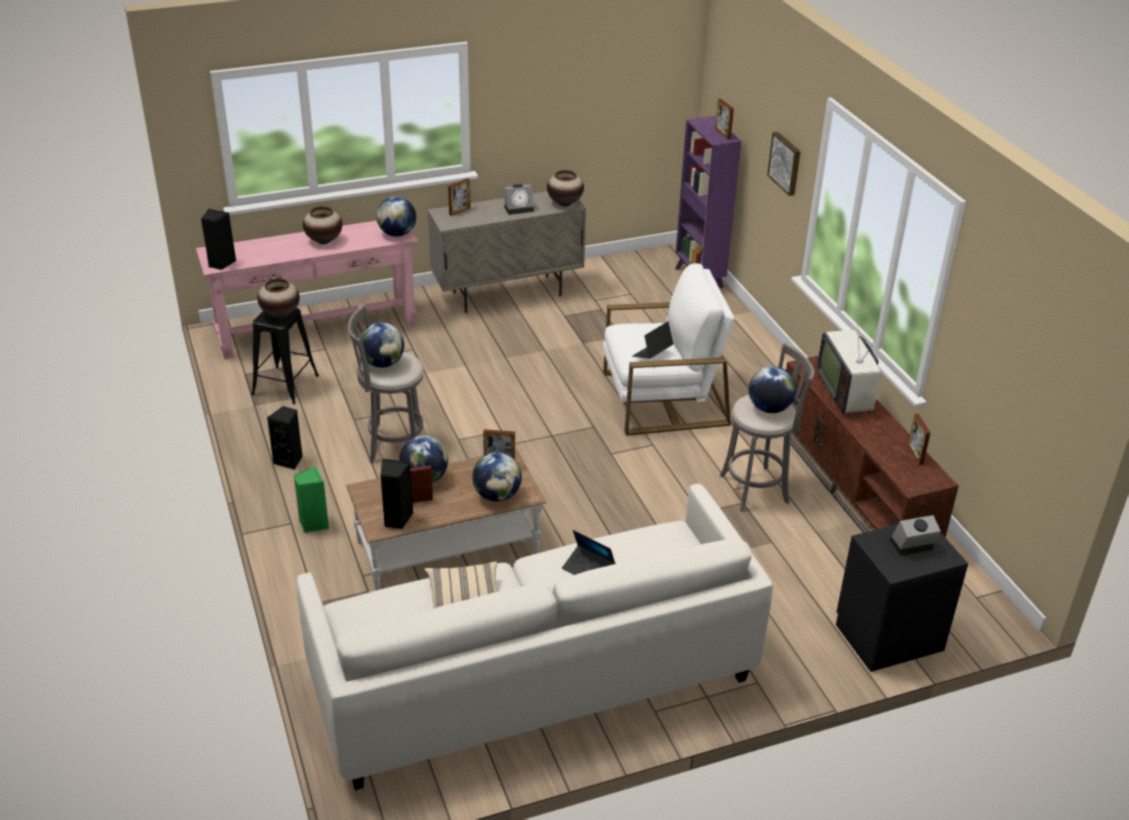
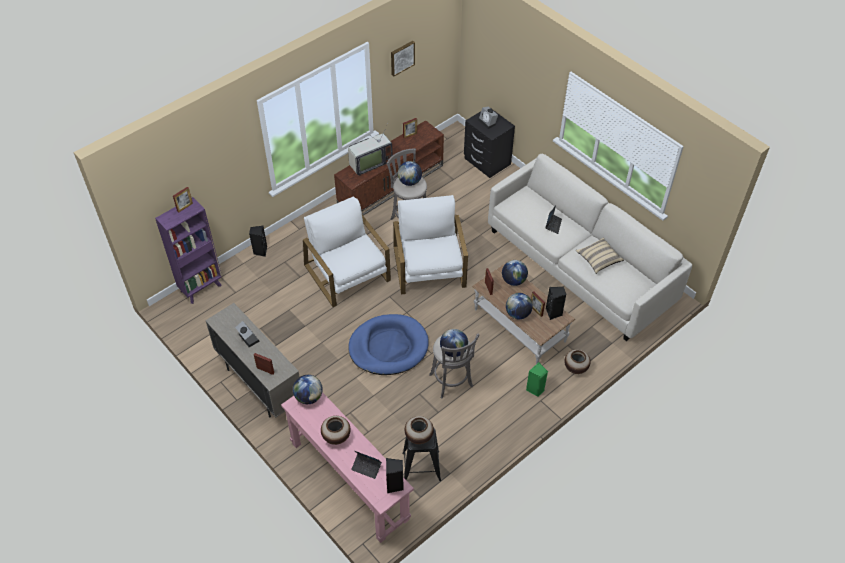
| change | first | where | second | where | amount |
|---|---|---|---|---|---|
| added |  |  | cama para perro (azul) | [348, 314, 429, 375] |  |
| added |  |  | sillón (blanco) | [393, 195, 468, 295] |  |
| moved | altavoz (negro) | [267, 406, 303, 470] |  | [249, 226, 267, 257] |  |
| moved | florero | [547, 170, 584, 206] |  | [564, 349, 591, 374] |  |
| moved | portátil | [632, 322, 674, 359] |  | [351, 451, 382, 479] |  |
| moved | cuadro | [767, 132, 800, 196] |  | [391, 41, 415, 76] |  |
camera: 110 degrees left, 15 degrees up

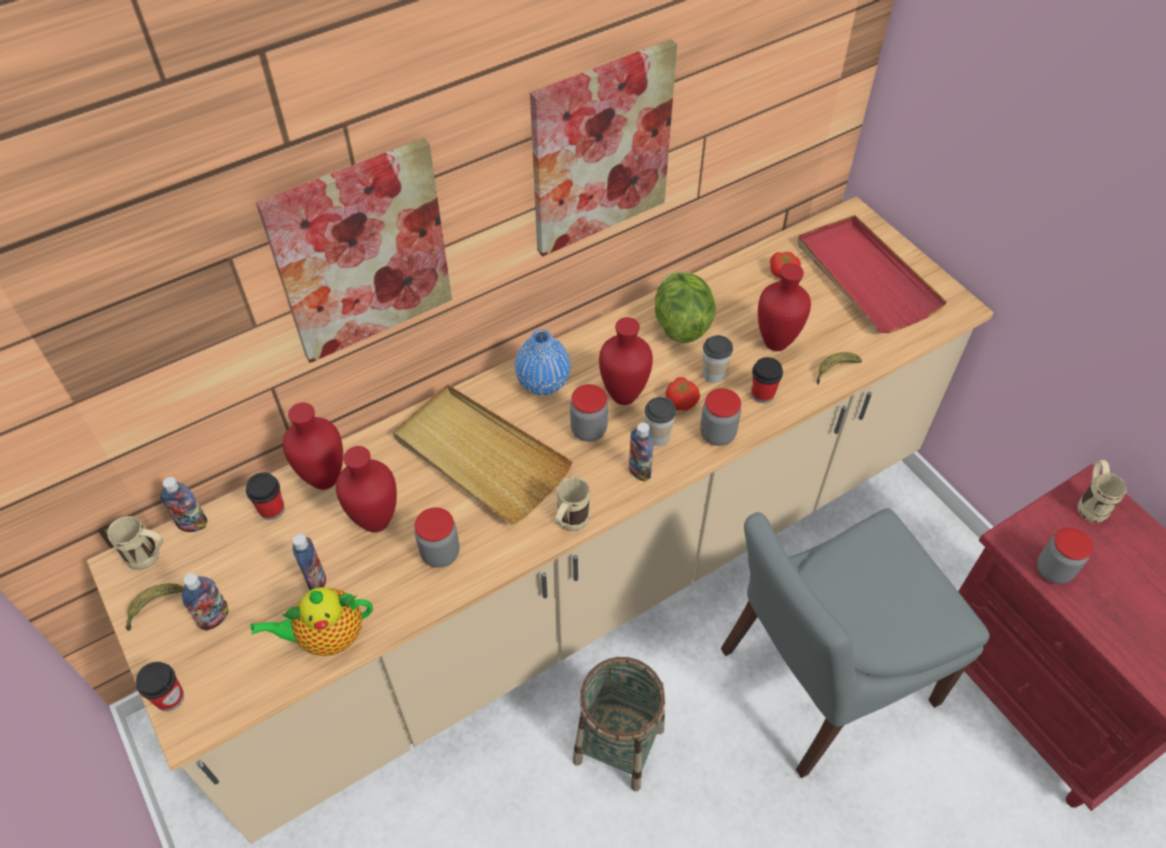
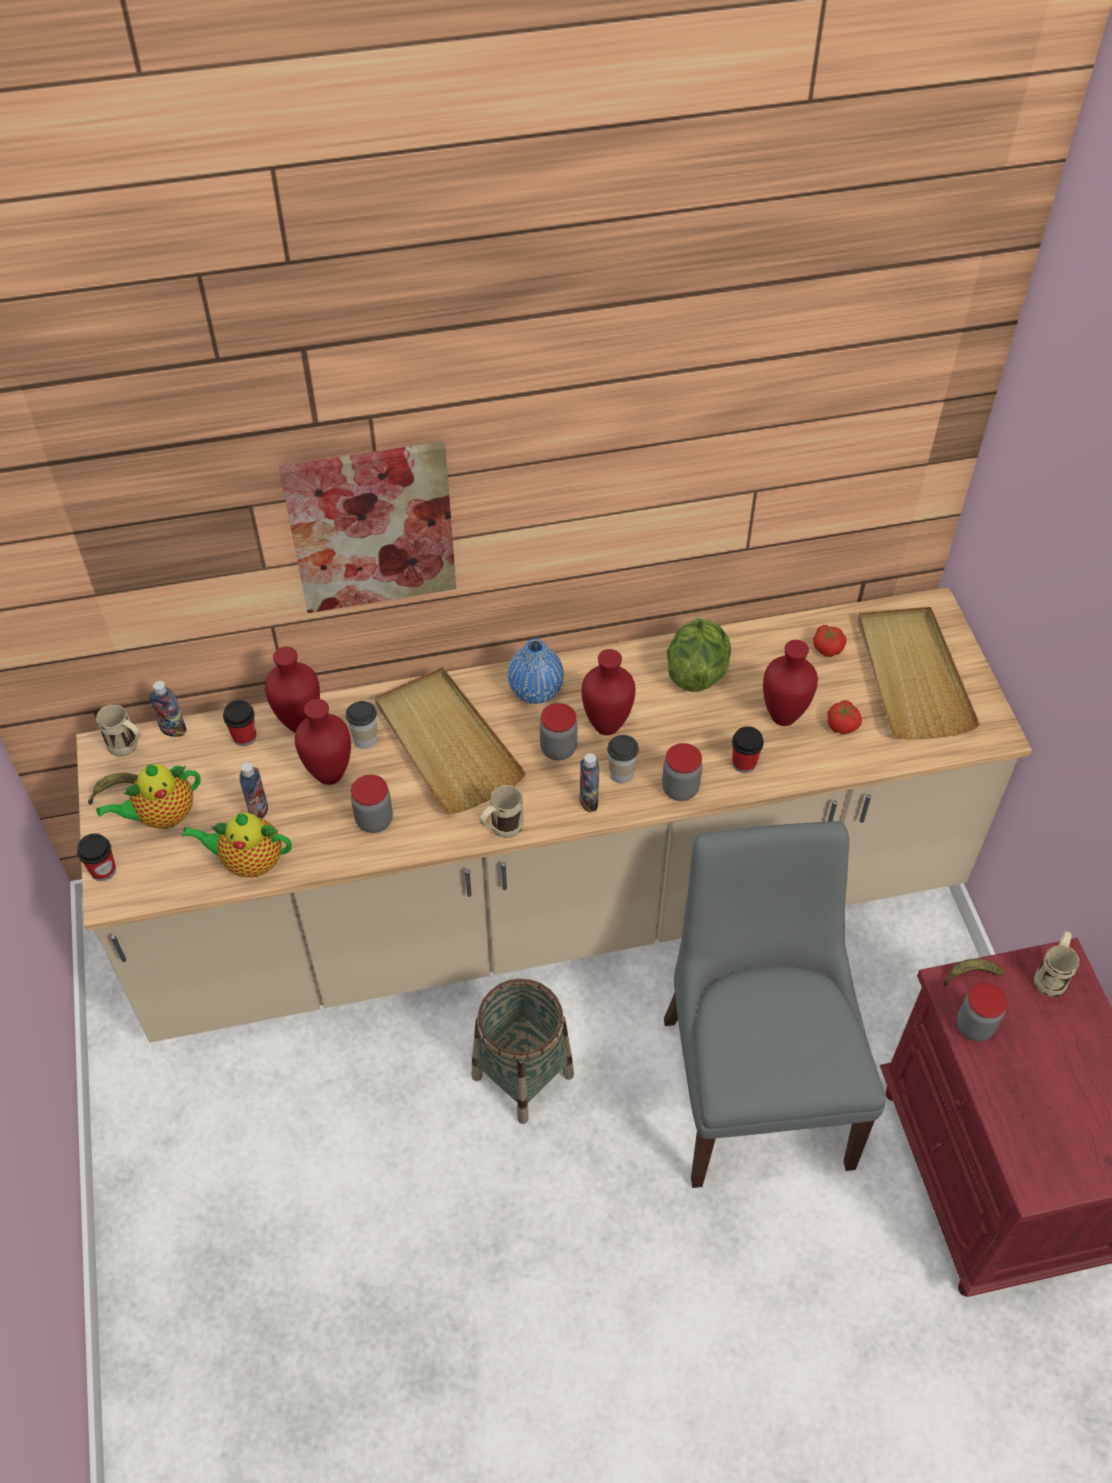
| change | first | where | second | where | amount |
|---|---|---|---|---|---|
| removed | cuadro | [530, 39, 677, 257] |  |  |  |
| moved | tomate | [666, 377, 700, 411] |  | [827, 700, 862, 734] |  |
| moved | taza | [703, 335, 733, 383] |  | [346, 701, 377, 749] |  |
| moved | plátano | [817, 352, 862, 385] |  | [944, 959, 1004, 986] |  |
| replaced | botella | [182, 573, 229, 631] | tetera | [96, 764, 201, 829] |  |
| recoloured | bandeja (rojo) | [797, 215, 947, 333] | bandeja (beis) | [858, 607, 980, 740] |  |
| turned | silla (gris) | [721, 508, 990, 778] |  | [664, 821, 886, 1188] | 90 degrees clockwise |
camera: 20 degrees right, 0 degrees up

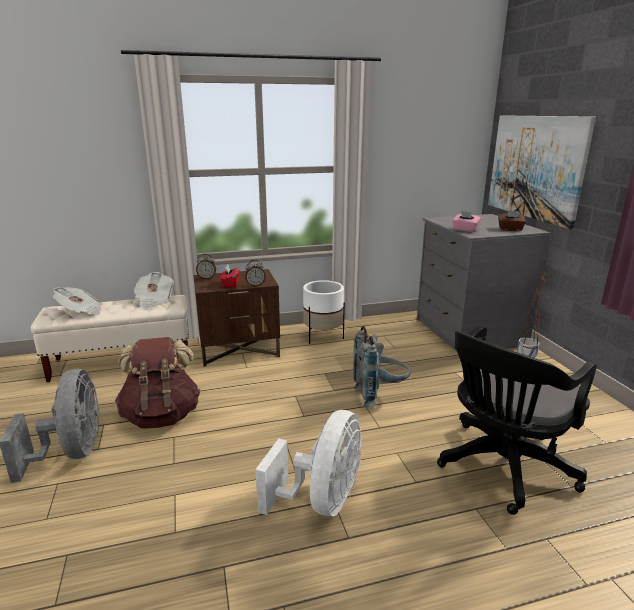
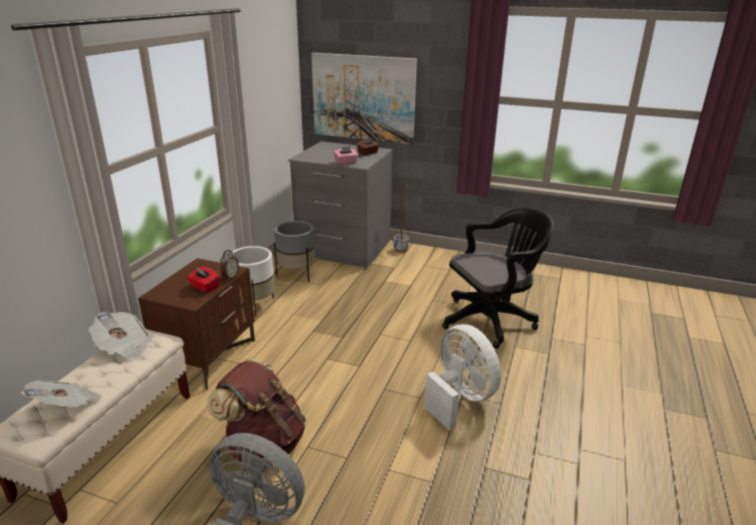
| change | first | where | second | where | amount |
|---|---|---|---|---|---|
| removed | despertador | [196, 254, 216, 279] |  |  |  |
| removed | mochila (gris) | [353, 326, 411, 407] |  |  |  |
| added |  |  | maceta (gris) | [274, 221, 315, 282] |  |
| turned | silla de oficina (negro) | [437, 325, 597, 515] |  | [442, 208, 553, 349] | 105 degrees counterclockwise |
camera: 55 degrees left, 5 degrees up

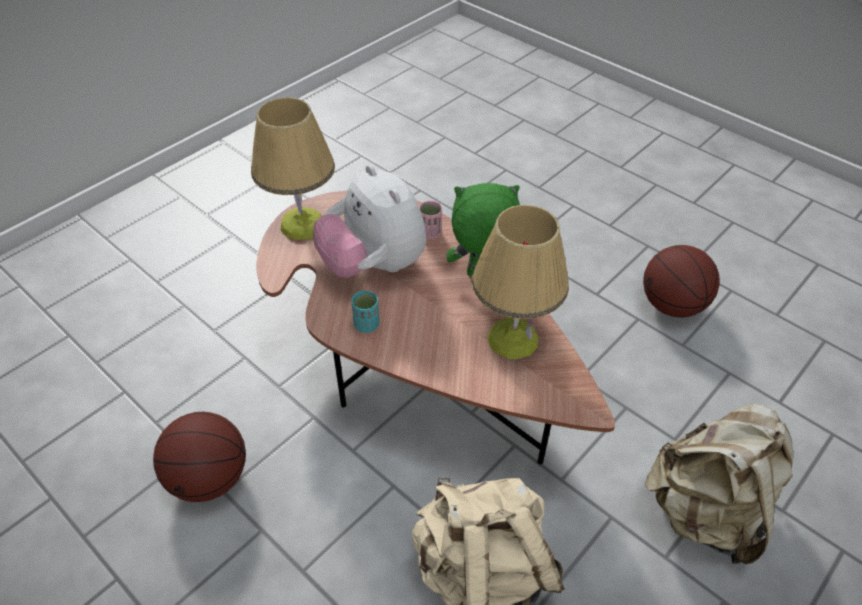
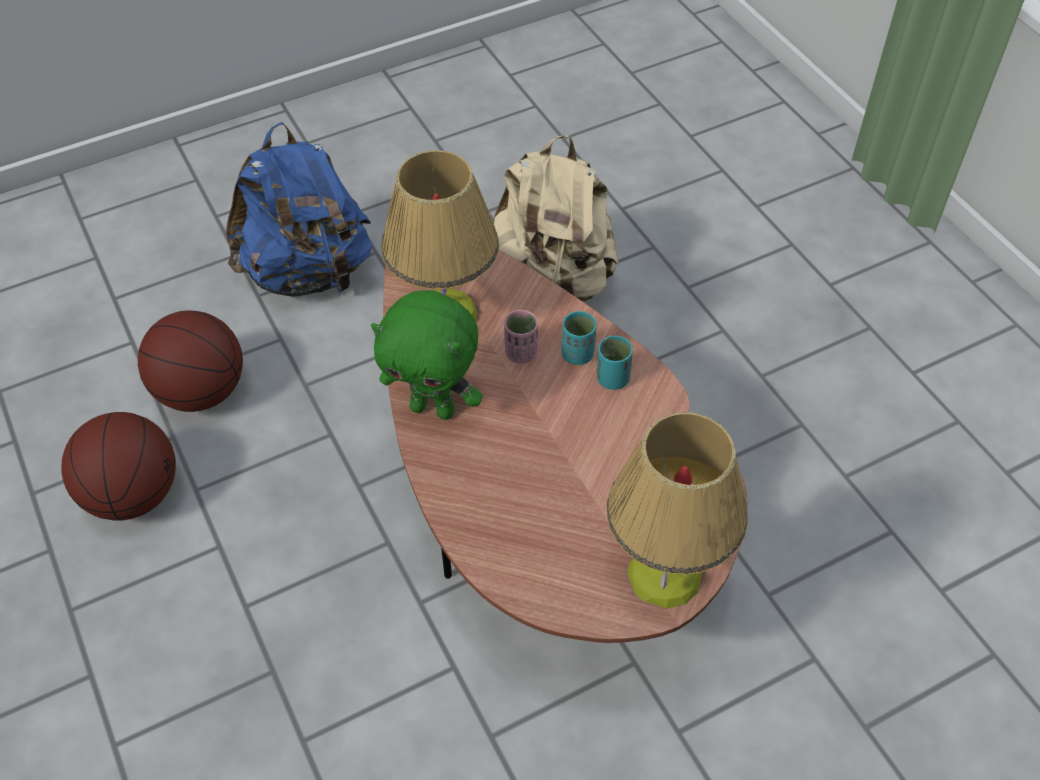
| change | first | where | second | where | amount |
|---|---|---|---|---|---|
| removed | peluche | [313, 165, 426, 278] |  |  |  |
| added |  |  | taza (turquesa) | [561, 311, 597, 365] |  |
| moved | balón de baloncesto | [153, 412, 246, 502] |  | [138, 311, 243, 412] |  |
| moved | taza (rosa) | [419, 201, 442, 239] |  | [504, 310, 538, 363] |  |
| recoloured | mochila (beis) | [645, 404, 793, 564] | mochila (azul) | [226, 122, 372, 297] |  |
camera: 160 degrees left, 5 degrees up

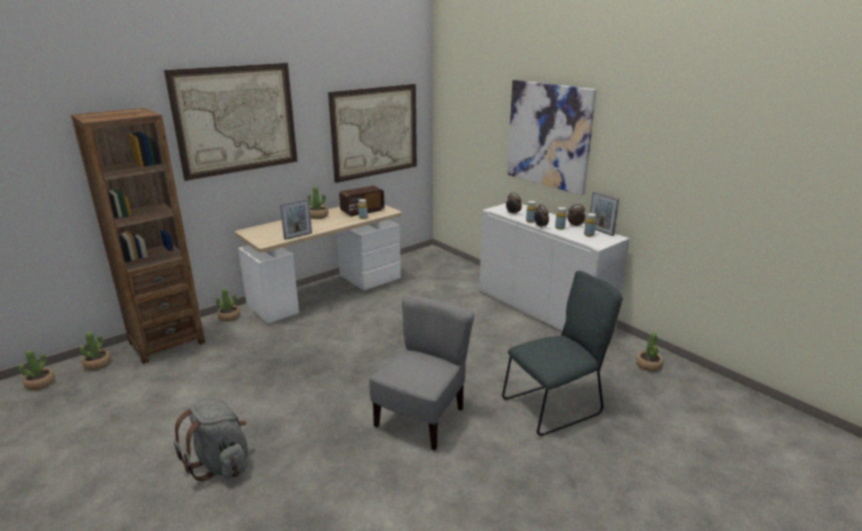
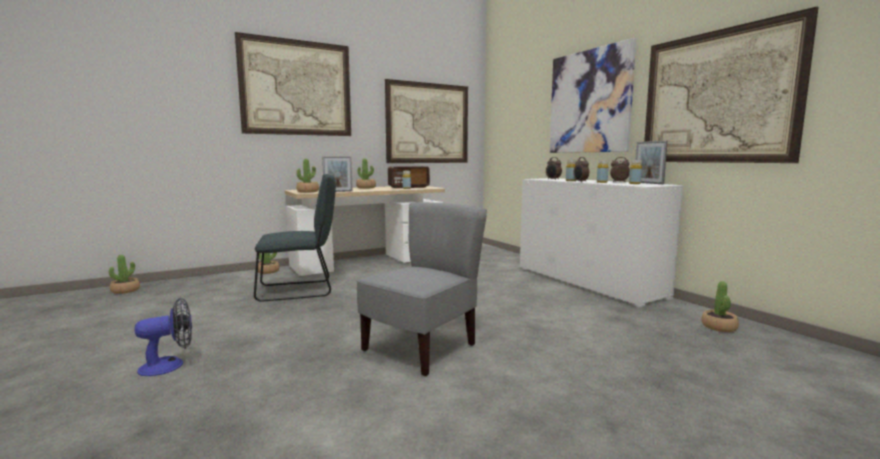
| change | first | where | second | where | amount |
|---|---|---|---|---|---|
| removed | estantería (marrón) | [71, 108, 205, 364] |  |  |  |
| added |  |  | cuadro | [644, 7, 819, 163] |  |
| moved | planta en maceta | [19, 350, 55, 390] |  | [296, 159, 319, 193] |  |
| moved | silla (gris) | [502, 271, 623, 436] |  | [254, 174, 336, 302] |  |
| replaced | mochila (gris) | [174, 397, 248, 481] | ventilador | [134, 297, 192, 376] |  |
camera: 10 degrees right, 15 degrees down

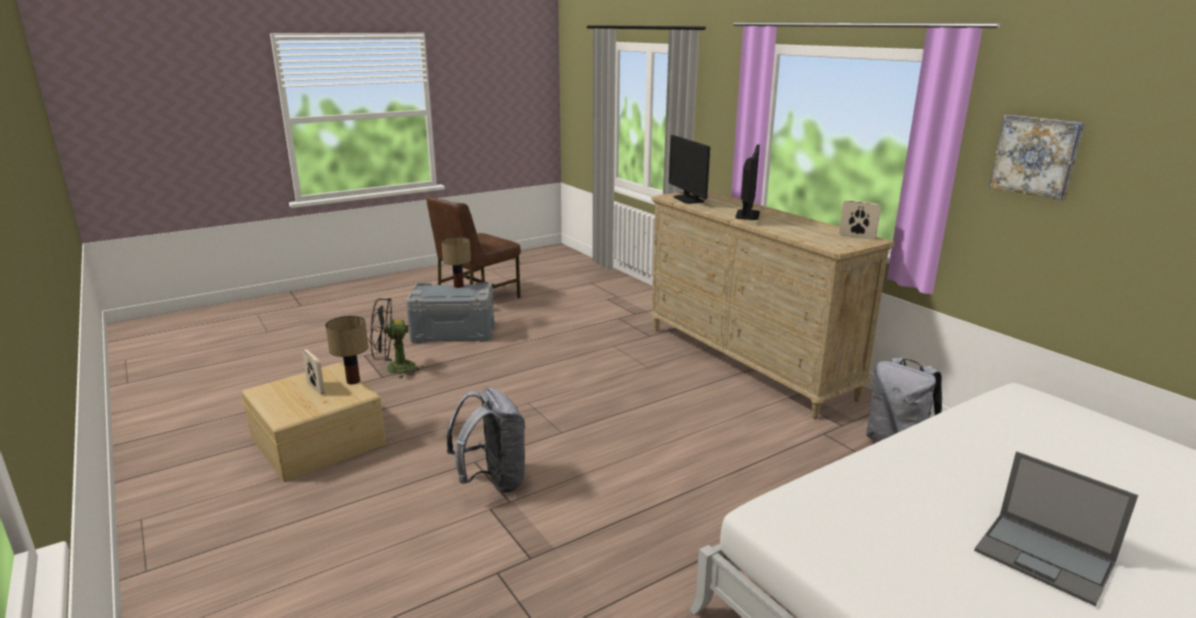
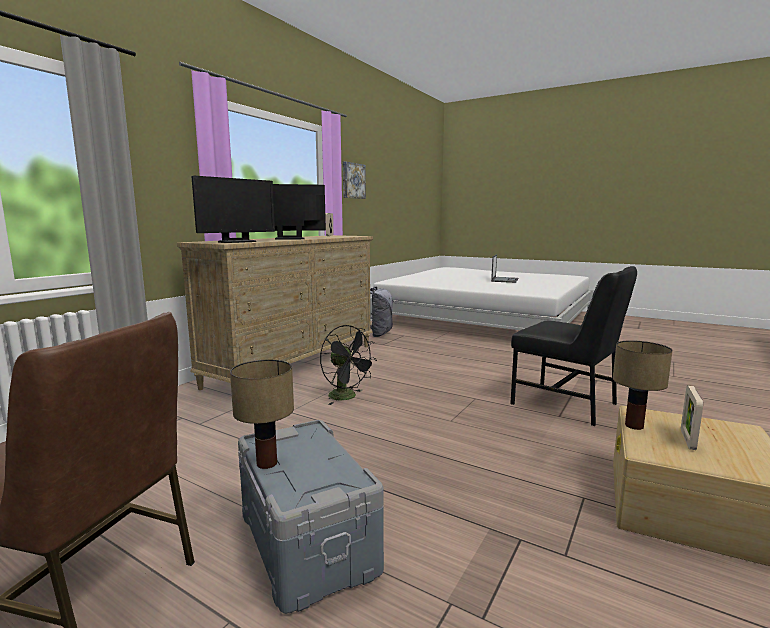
| change | first | where | second | where | amount |
|---|---|---|---|---|---|
| moved | ventilador (negro) | [370, 298, 424, 378] |  | [320, 325, 377, 405] |  |
| replaced | mochila (gris) | [447, 387, 526, 493] | silla (negro) | [510, 266, 637, 426] |  |
camera: 115 degrees left, 10 degrees down

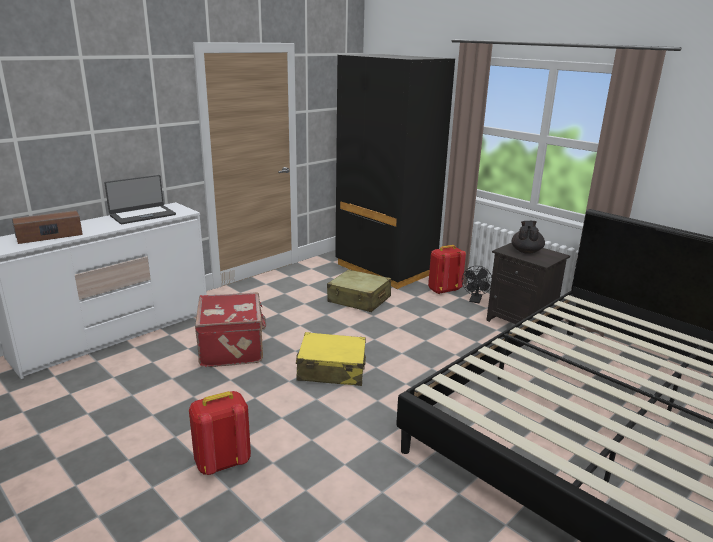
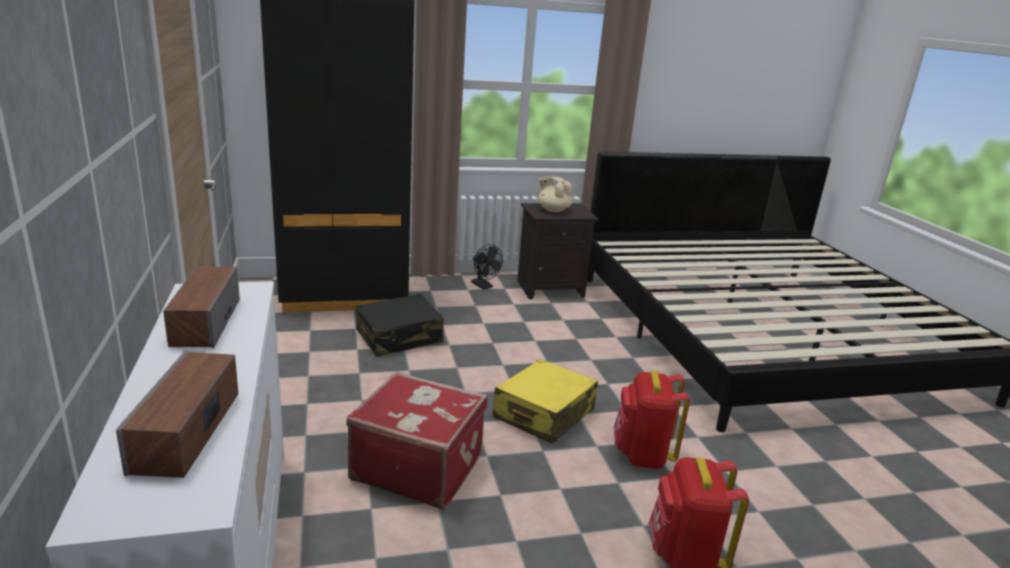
| change | first | where | second | where | amount |
|---|---|---|---|---|---|
| moved | mochila (rojo) | [428, 245, 466, 294] |  | [614, 371, 690, 469] |  |
| replaced | portátil | [105, 175, 176, 224] | altavoz | [163, 266, 240, 348] |  |
| recoloured | maleta (beis) | [327, 269, 391, 312] | maleta (negro) | [356, 294, 444, 357] |  |
| recoloured | tetera (negro) | [511, 221, 545, 254] | tetera (beis) | [538, 176, 573, 212] |  |
camera: 60 degrees left, 0 degrees up

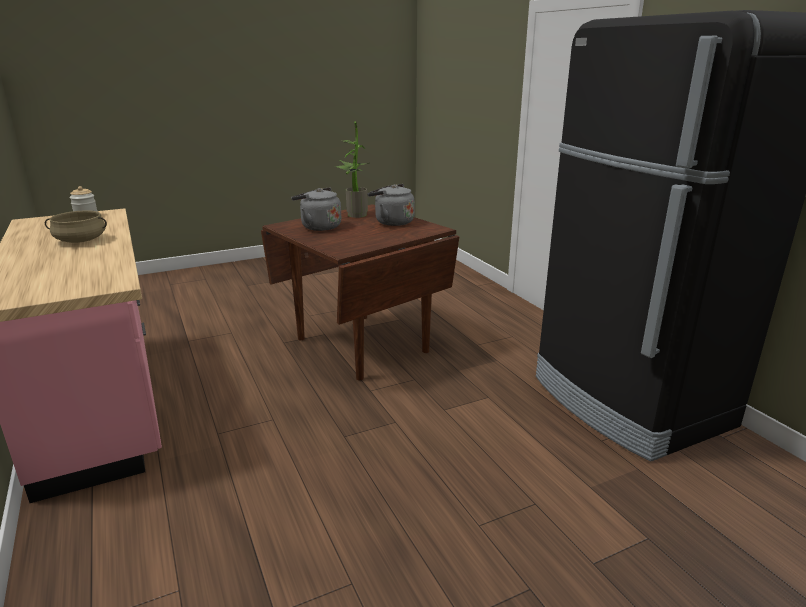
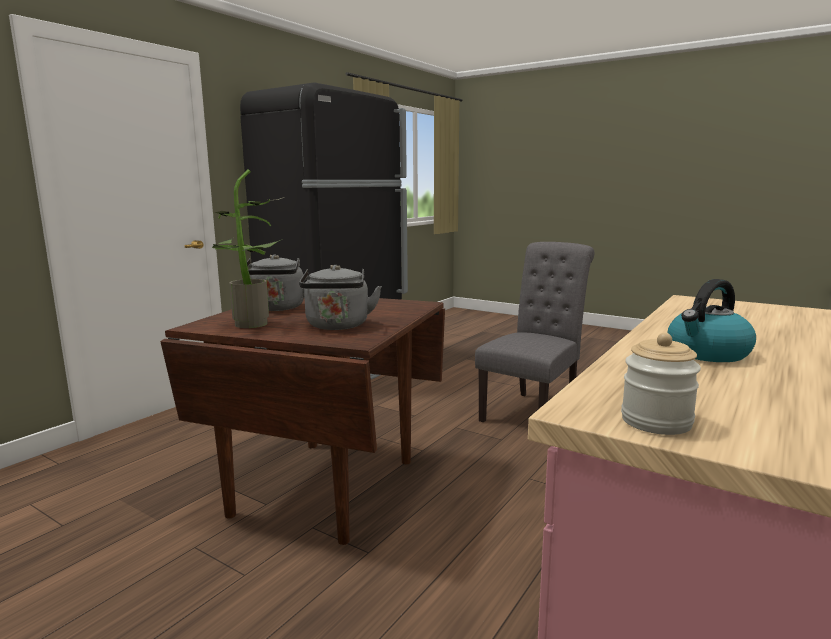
| change | first | where | second | where | amount |
|---|---|---|---|---|---|
| added |  |  | silla (gris) | [475, 242, 595, 422] |  |
| replaced | olla (beis) | [45, 210, 107, 243] | hervidor | [668, 279, 756, 362] |  |
camera: 120 degrees left, 10 degrees down

